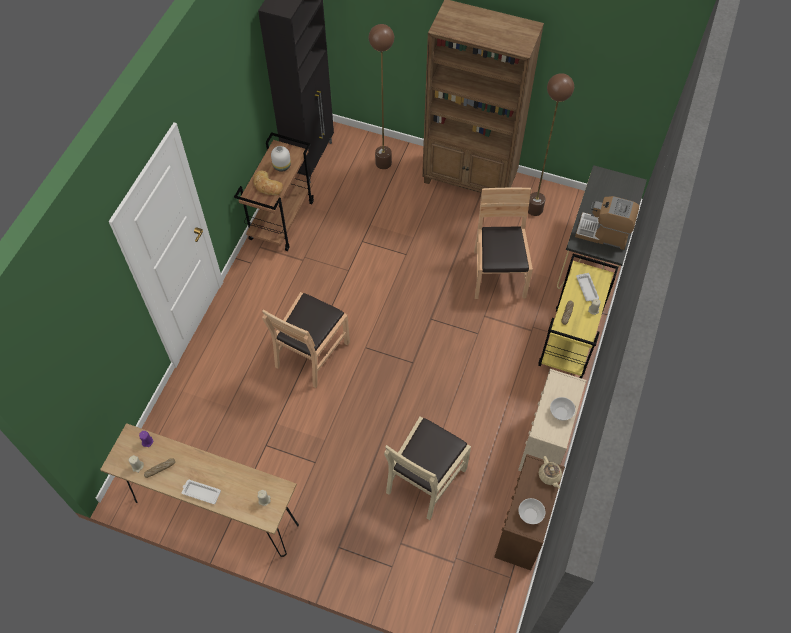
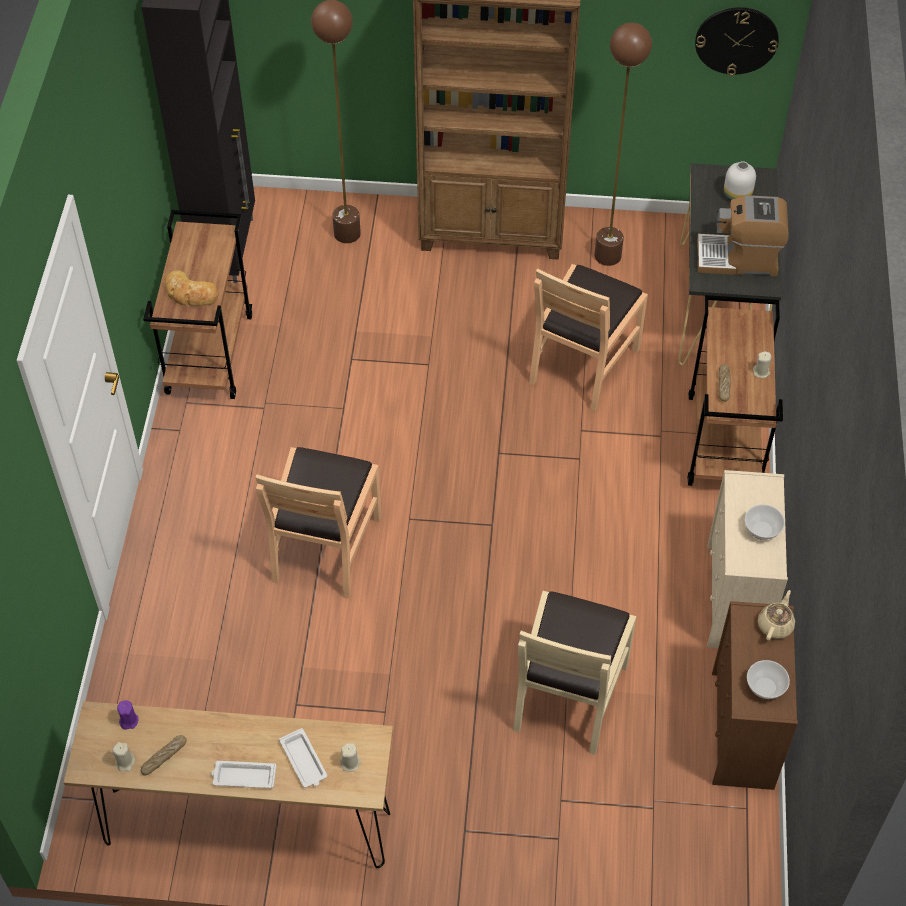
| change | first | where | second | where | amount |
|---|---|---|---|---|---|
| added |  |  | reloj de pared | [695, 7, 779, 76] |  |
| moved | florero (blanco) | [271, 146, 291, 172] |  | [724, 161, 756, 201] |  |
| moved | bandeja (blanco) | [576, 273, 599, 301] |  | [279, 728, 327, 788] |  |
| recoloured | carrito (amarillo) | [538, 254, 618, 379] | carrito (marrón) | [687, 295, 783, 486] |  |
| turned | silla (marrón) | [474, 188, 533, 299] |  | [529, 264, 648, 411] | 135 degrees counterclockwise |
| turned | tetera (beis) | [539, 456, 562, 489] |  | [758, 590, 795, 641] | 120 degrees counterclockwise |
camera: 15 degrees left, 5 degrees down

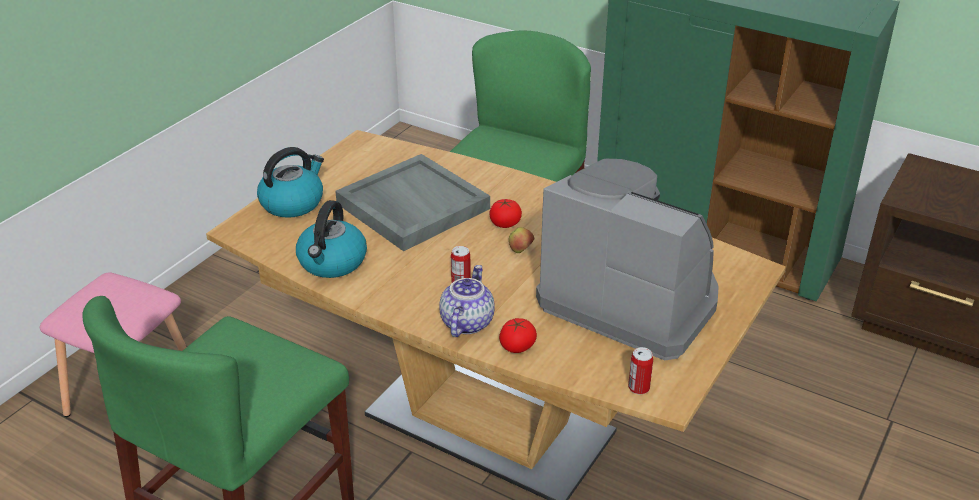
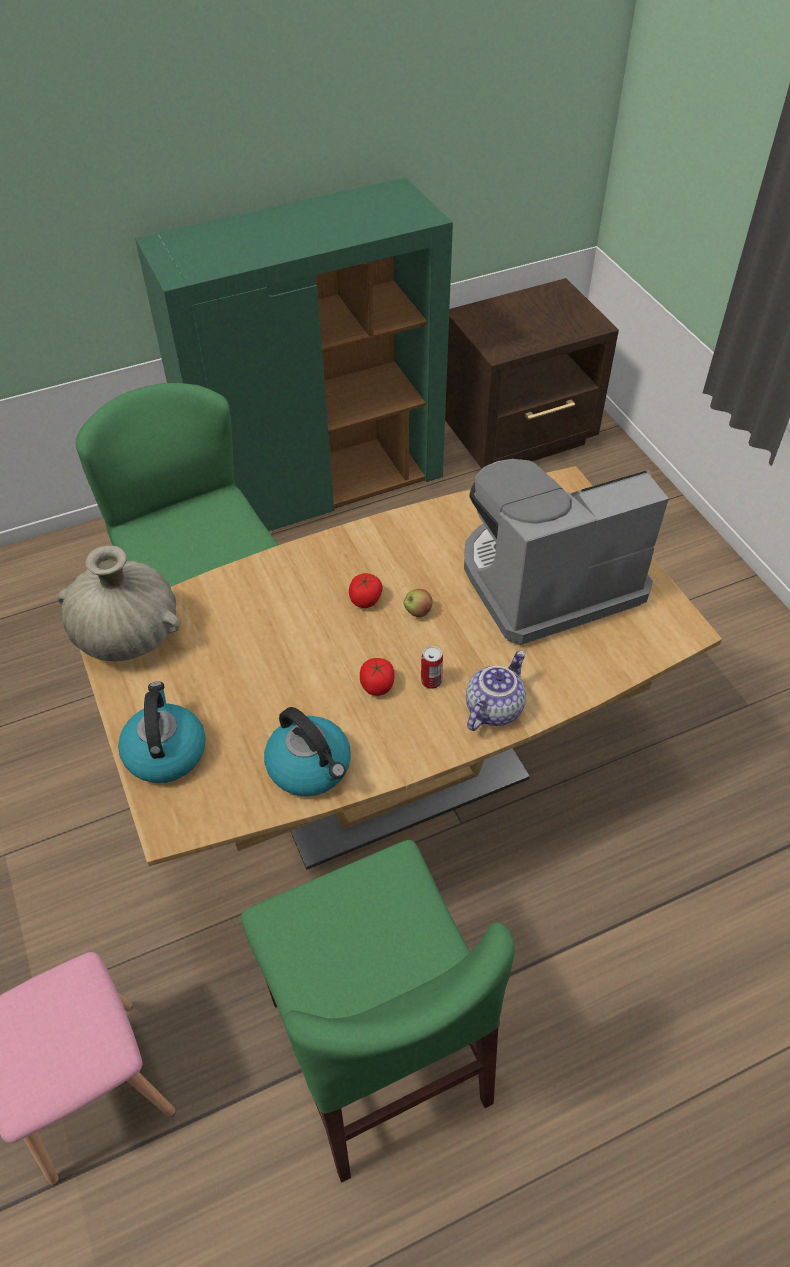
| change | first | where | second | where | amount |
|---|---|---|---|---|---|
| removed | bandeja (gris) | [335, 154, 490, 251] |  |  |  |
| removed | lata | [628, 347, 653, 394] |  |  |  |
| added |  |  | florero (beis) | [58, 546, 181, 661] |  |
| moved | tomate | [499, 318, 537, 353] |  | [360, 658, 394, 696] |  |
| turned | tetera | [439, 265, 495, 337] |  | [466, 650, 526, 731] | 75 degrees clockwise |
camera: 55 degrees left, 15 degrees up

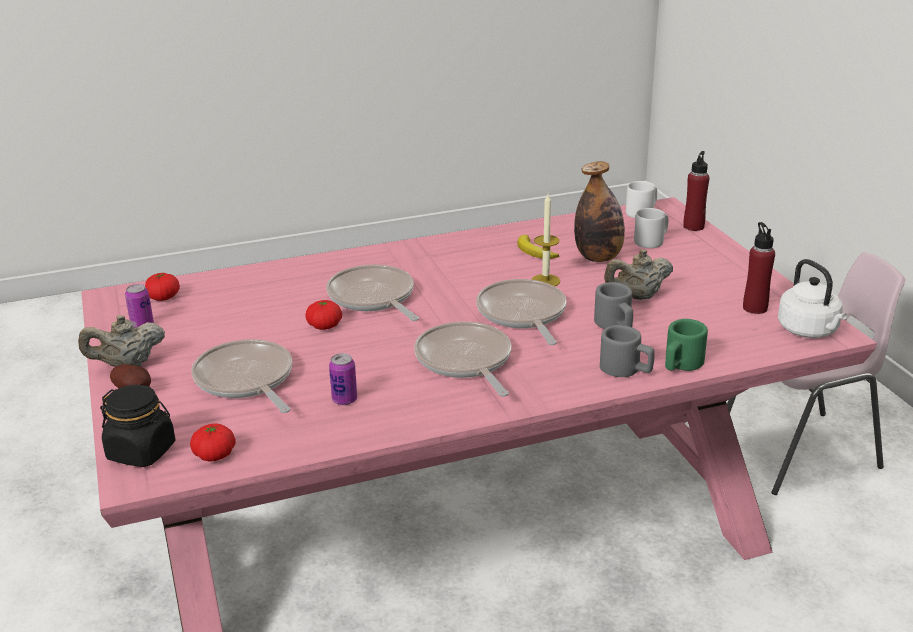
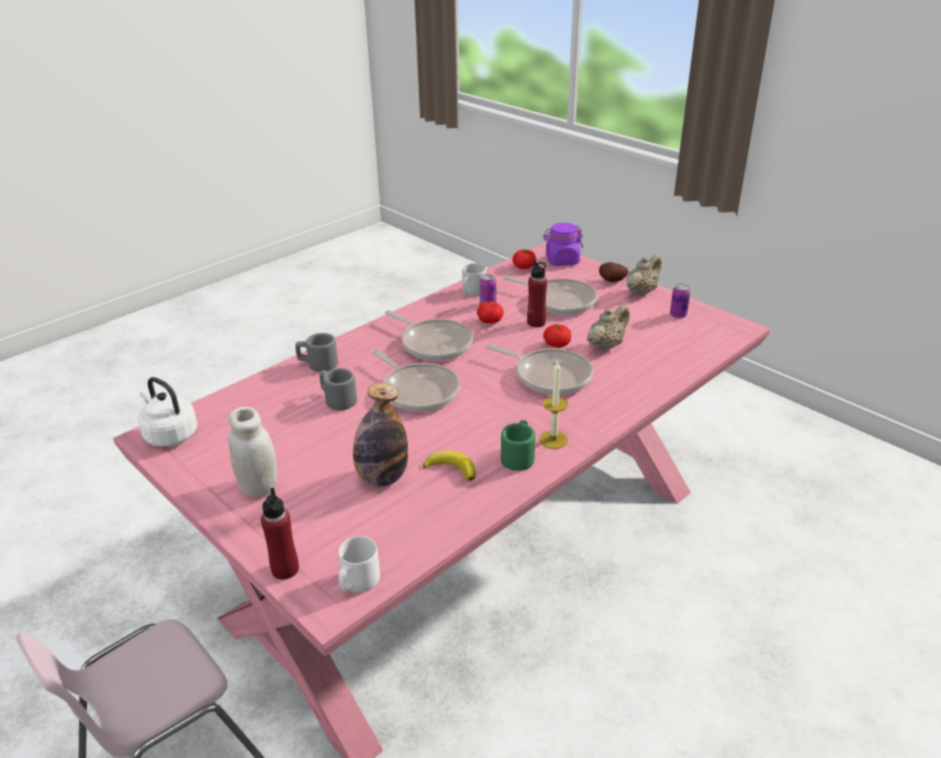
| change | first | where | second | where | amount |
|---|---|---|---|---|---|
| added |  |  | tarro (blanco) | [228, 407, 277, 497] |  |
| moved | tomate | [145, 273, 180, 301] |  | [477, 301, 504, 324] |  |
| moved | vela | [531, 194, 560, 286] |  | [539, 360, 568, 449] |  |
| moved | tetera (beis) | [604, 249, 673, 300] |  | [587, 305, 630, 351] |  |
| moved | taza grande (gris) | [634, 208, 669, 248] |  | [462, 263, 486, 296] |  |
| moved | taza grande (verde) | [665, 319, 708, 371] |  | [501, 420, 535, 471] |  |
| moved | botella (rojo) | [743, 222, 775, 314] |  | [527, 259, 547, 327] |  |
| recoloured | tarro (negro) | [100, 385, 175, 467] | tarro (morado) | [543, 223, 583, 266] |  |
camera: 155 degrees right, 5 degrees up

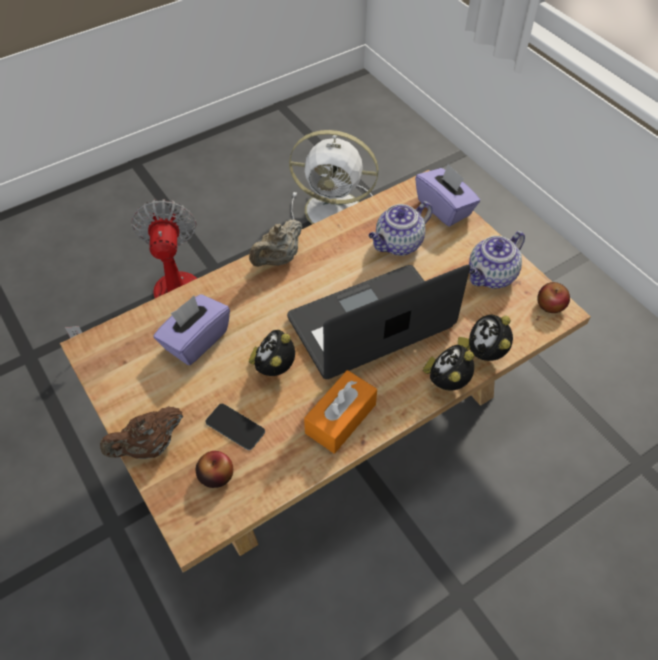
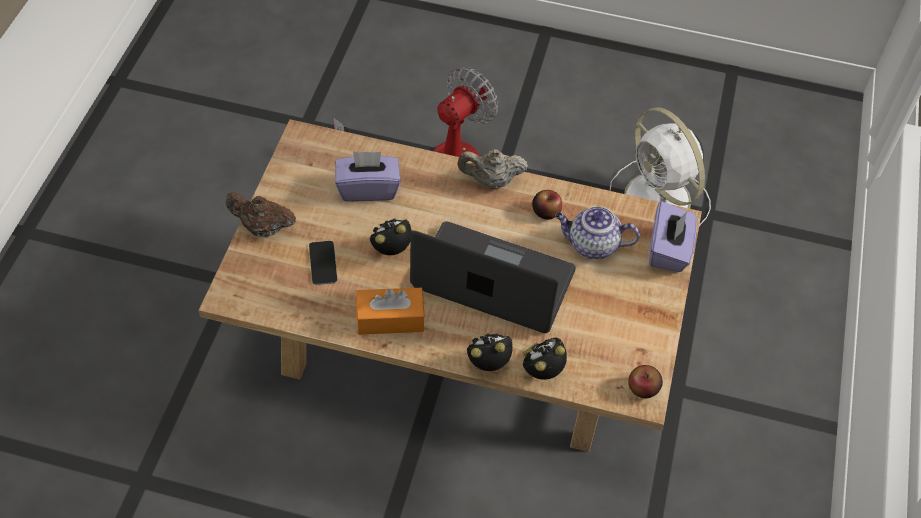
| change | first | where | second | where | amount |
|---|---|---|---|---|---|
| removed | tetera | [469, 231, 525, 289] |  |  |  |
| moved | manzana | [196, 451, 233, 488] |  | [532, 190, 562, 220] |  |
camera: 45 degrees right, 0 degrees up

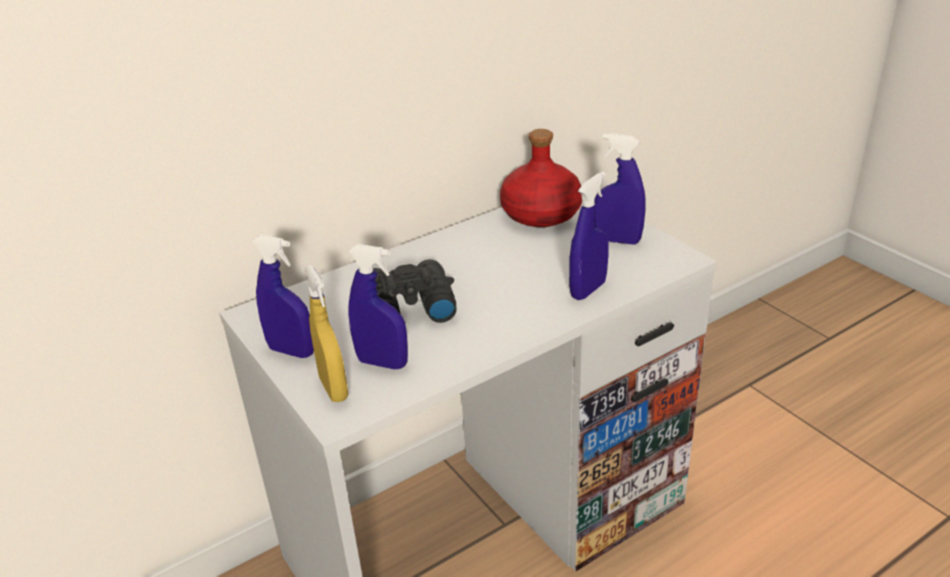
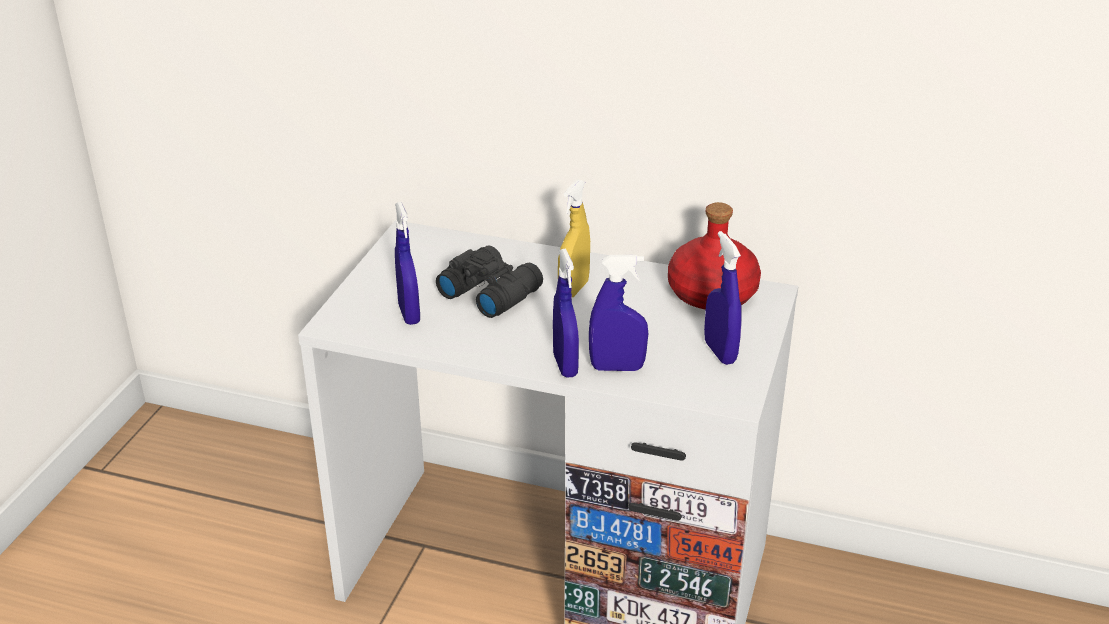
| change | first | where | second | where | amount |
|---|---|---|---|---|---|
| moved | pulverizador (azul) | [252, 234, 314, 358] |  | [553, 249, 579, 377] |  |
| moved | pulverizador (amarillo) | [305, 265, 348, 402] |  | [558, 179, 590, 297] |  |
camera: 50 degrees right, 0 degrees up

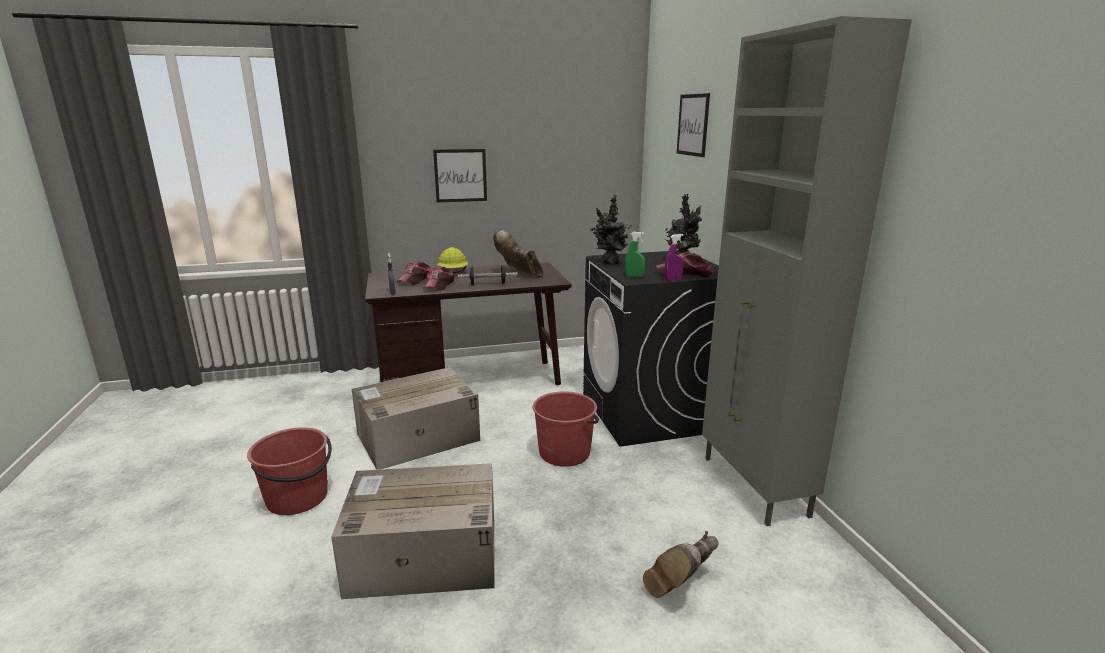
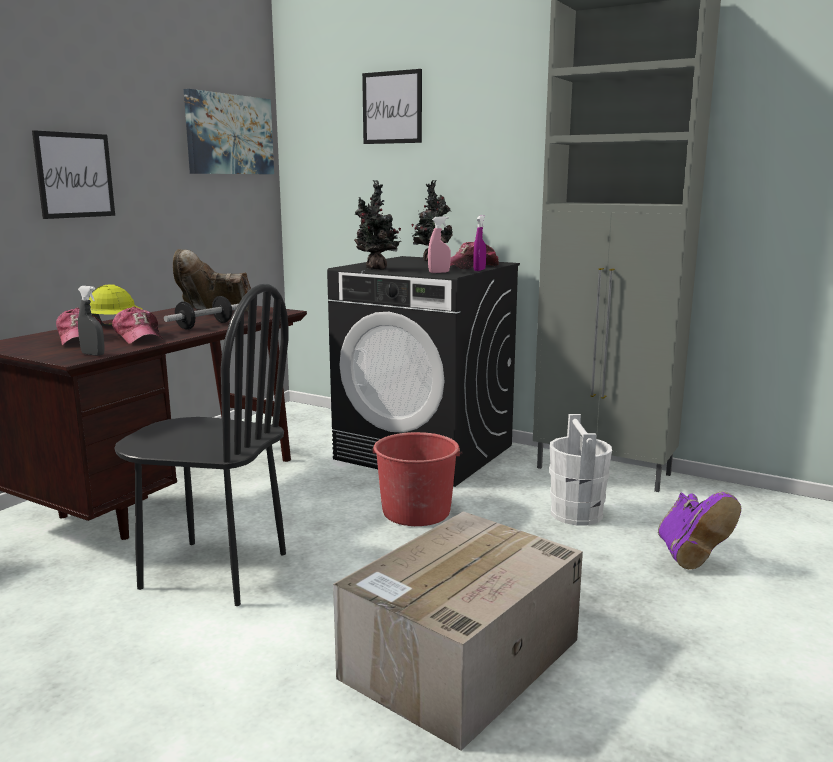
| change | first | where | second | where | amount |
|---|---|---|---|---|---|
| removed | cubo (rojo) | [247, 428, 332, 515] |  |  |  |
| added |  |  | cuadro | [184, 89, 274, 174] |  |
| added |  |  | cubo (blanco) | [549, 414, 612, 525] |  |
| replaced | caja de cartón | [352, 367, 480, 470] | silla (negro) | [114, 284, 289, 606] |  |
| recoloured | pulverizador (verde) | [625, 232, 645, 277] | pulverizador (rosa) | [428, 216, 451, 273] |  |
| recoloured | bota (marrón) | [643, 531, 719, 598] | bota (morado) | [658, 491, 741, 570] |  |
camera: 45 degrees left, 5 degrees down

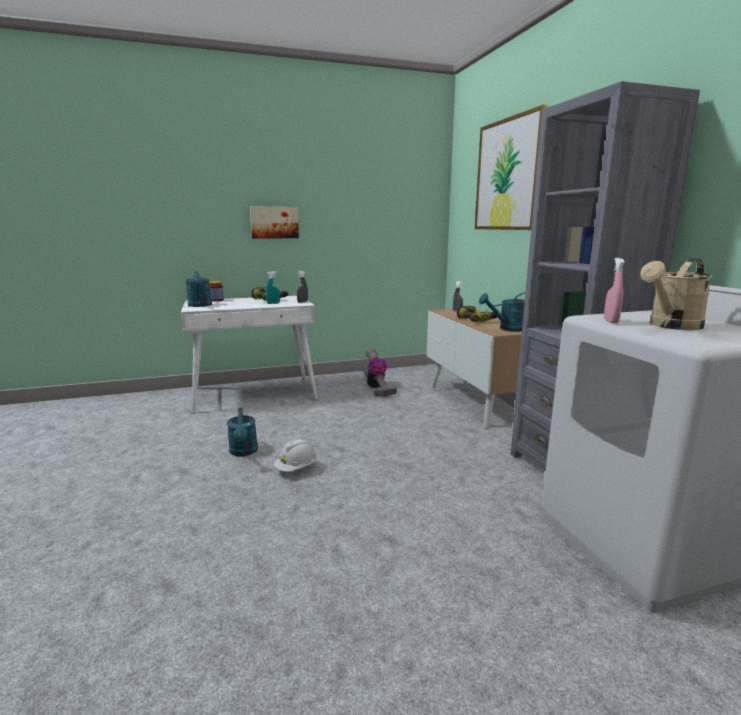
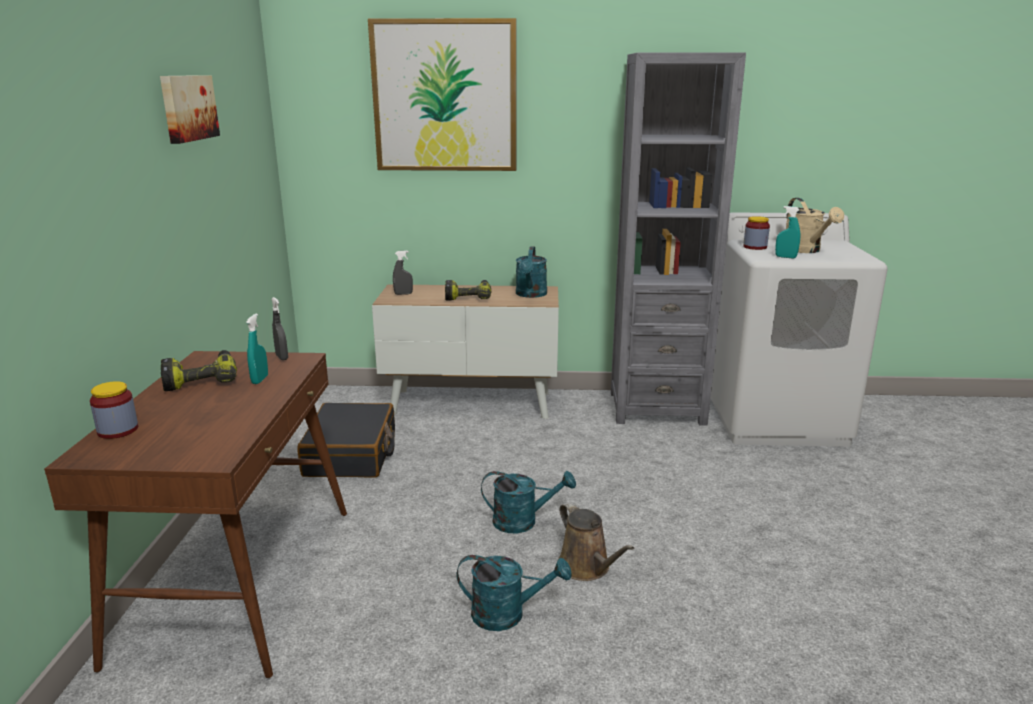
| change | first | where | second | where | amount |
|---|---|---|---|---|---|
| added |  |  | tarro | [743, 216, 770, 250] |  |
| moved | regadera (turquesa) | [185, 271, 212, 307] |  | [481, 471, 576, 533] |  |
| moved | cuadro | [250, 206, 299, 239] |  | [160, 75, 220, 144] |  |
| replaced | casco (blanco) | [274, 438, 317, 472] | regadera (marrón) | [558, 502, 634, 581] |  |
| replaced | aspiradora | [362, 349, 397, 397] | maleta (negro) | [297, 403, 395, 478] |  |
| recoloured | escritorio (blanco) | [181, 296, 318, 413] | escritorio (marrón) | [44, 351, 347, 678] |  |
| recoloured | pulverizador (rosa) | [604, 258, 625, 323] | pulverizador (turquesa) | [775, 206, 800, 259] |  |
camera: 70 degrees left, 5 degrees up

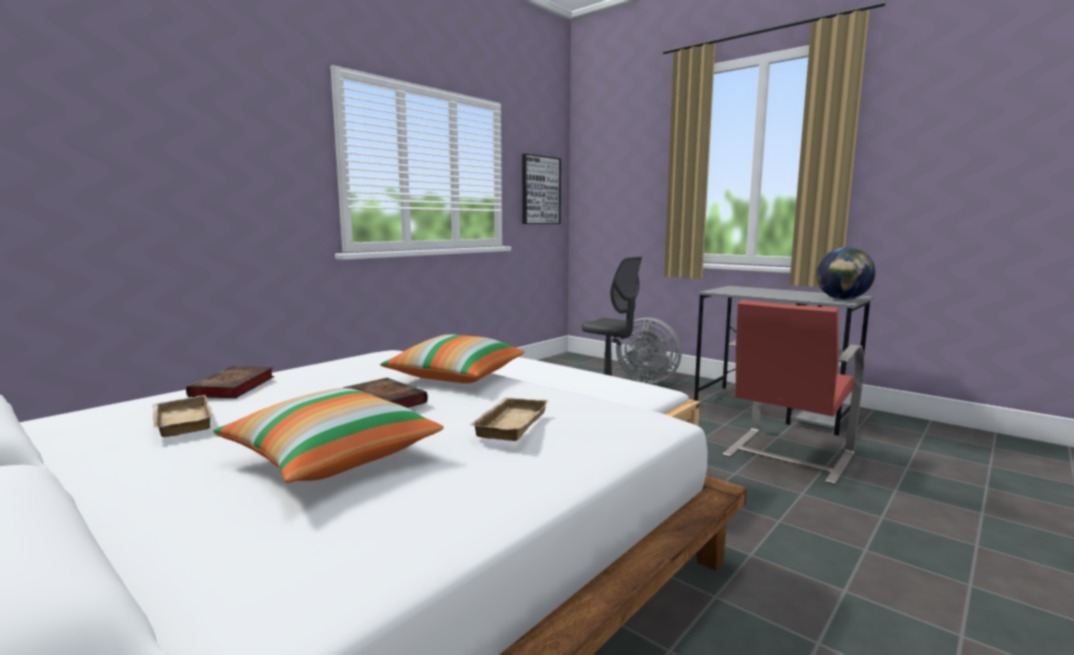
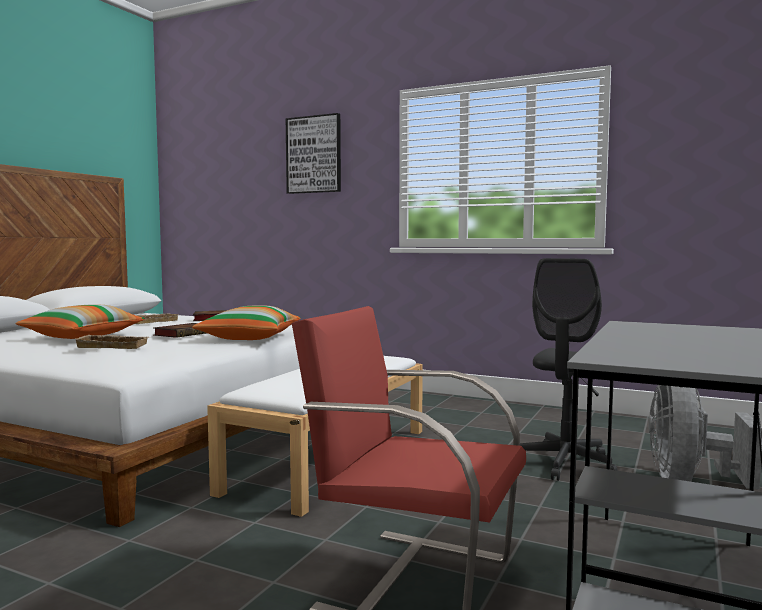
| change | first | where | second | where | amount |
|---|---|---|---|---|---|
| removed | globo terráqueo | [816, 247, 876, 300] |  |  |  |
| moved | cuadro | [522, 154, 561, 224] |  | [286, 113, 341, 194] |  |
camera: 75 degrees right, 5 degrees down

